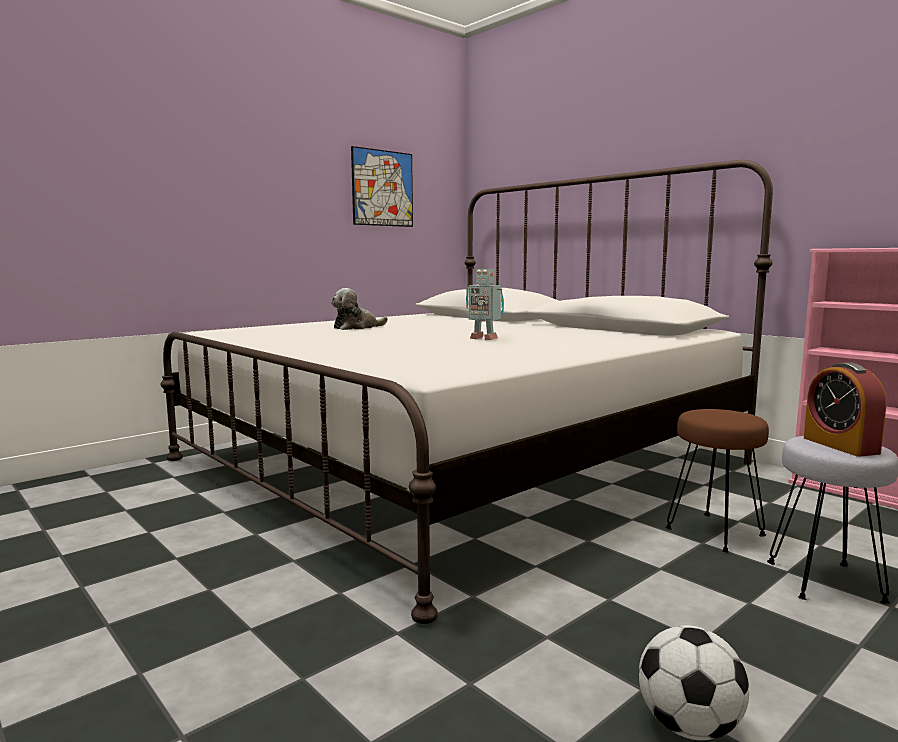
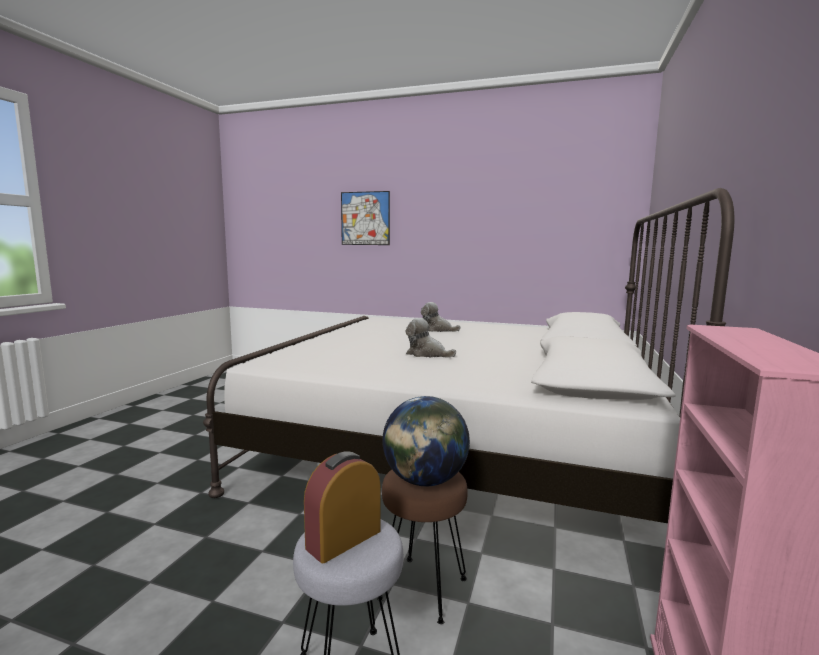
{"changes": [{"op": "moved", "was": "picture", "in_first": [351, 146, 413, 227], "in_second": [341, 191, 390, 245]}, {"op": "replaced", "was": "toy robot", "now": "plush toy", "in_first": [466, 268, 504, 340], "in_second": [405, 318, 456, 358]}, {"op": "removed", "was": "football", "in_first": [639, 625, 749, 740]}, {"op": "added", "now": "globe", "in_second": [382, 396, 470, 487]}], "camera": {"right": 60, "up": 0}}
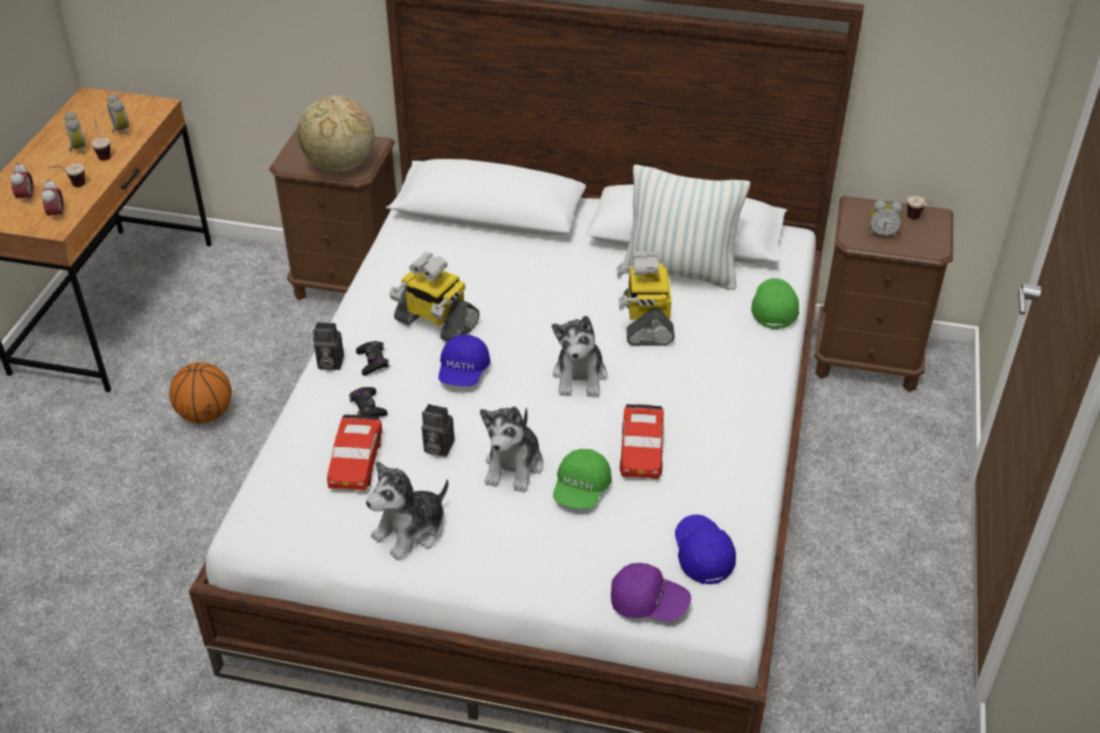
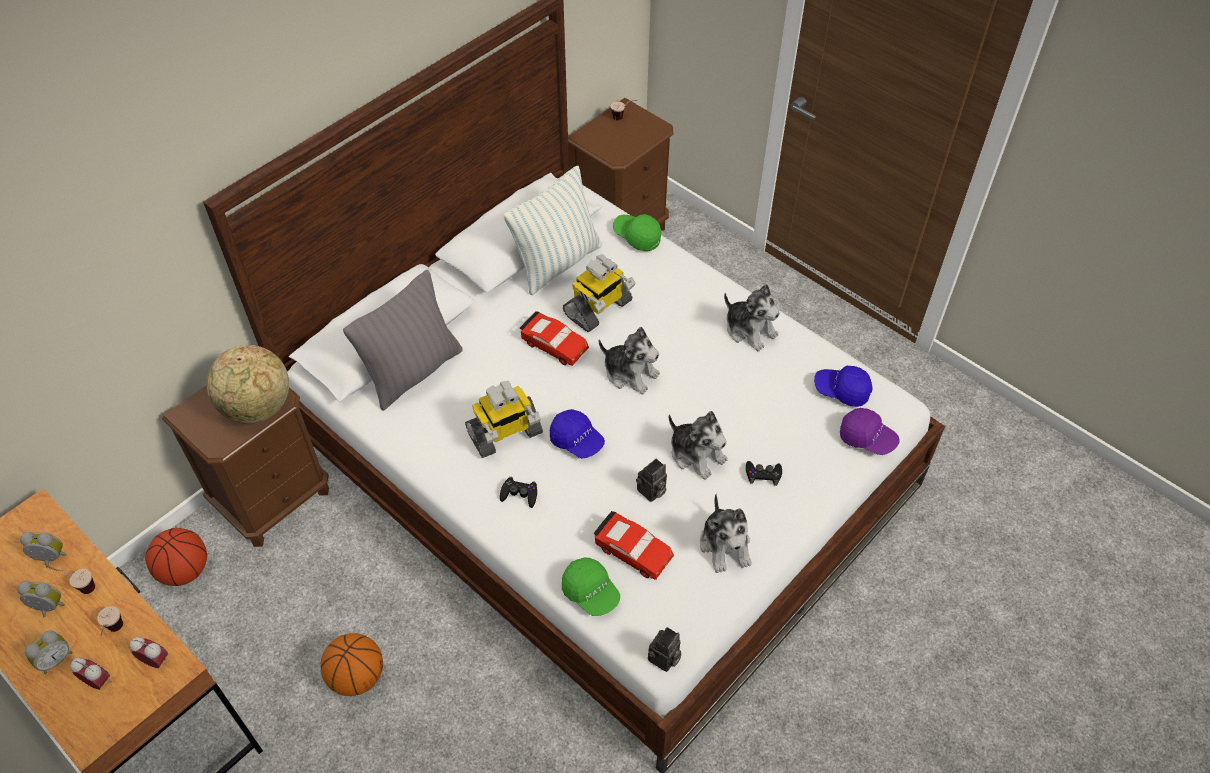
{"changes": [{"op": "moved", "was": "alarm clock", "in_first": [869, 200, 903, 238], "in_second": [25, 631, 72, 674]}, {"op": "turned", "was": "toy robot", "in_first": [617, 251, 675, 346], "in_second": [563, 254, 635, 332], "clockwise": -75}, {"op": "moved", "was": "photo camera", "in_first": [313, 322, 344, 370], "in_second": [648, 627, 681, 672]}, {"op": "moved", "was": "black game controller", "in_first": [349, 387, 388, 419], "in_second": [746, 461, 782, 486]}, {"op": "moved", "was": "red toy car", "in_first": [620, 404, 664, 479], "in_second": [520, 311, 589, 366]}, {"op": "moved", "was": "green cap", "in_first": [553, 449, 612, 509], "in_second": [562, 558, 620, 616]}, {"op": "turned", "was": "purple cap", "in_first": [611, 563, 691, 621], "in_second": [840, 408, 900, 455], "clockwise": 75}, {"op": "added", "now": "grey pillow", "in_second": [343, 270, 463, 410]}, {"op": "added", "now": "plush toy", "in_second": [724, 284, 780, 351]}, {"op": "added", "now": "basketball", "in_second": [145, 528, 207, 586]}], "camera": {"right": -60, "up": 10}}
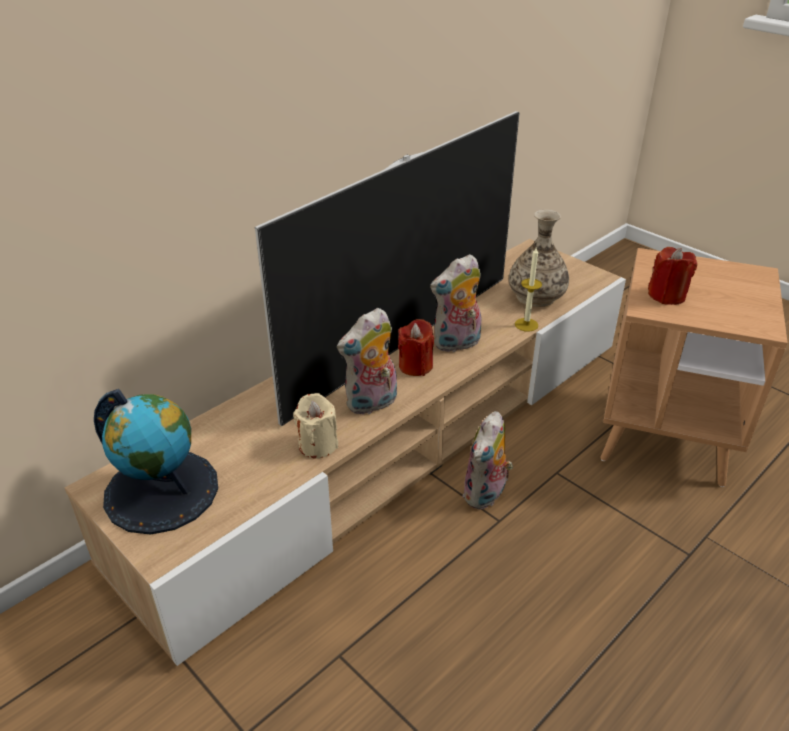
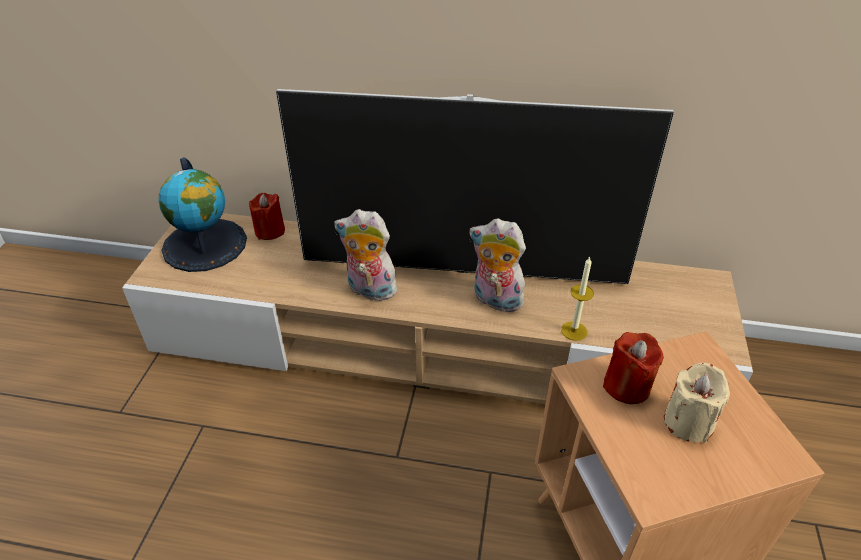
{"changes": [{"op": "removed", "was": "vase", "in_first": [509, 210, 569, 307]}, {"op": "moved", "was": "red candle", "in_first": [398, 319, 434, 376], "in_second": [249, 193, 285, 240]}, {"op": "moved", "was": "beige candle", "in_first": [293, 393, 338, 459], "in_second": [664, 363, 730, 443]}, {"op": "removed", "was": "plush toy", "in_first": [462, 411, 513, 510]}], "camera": {"right": 55, "up": 5}}
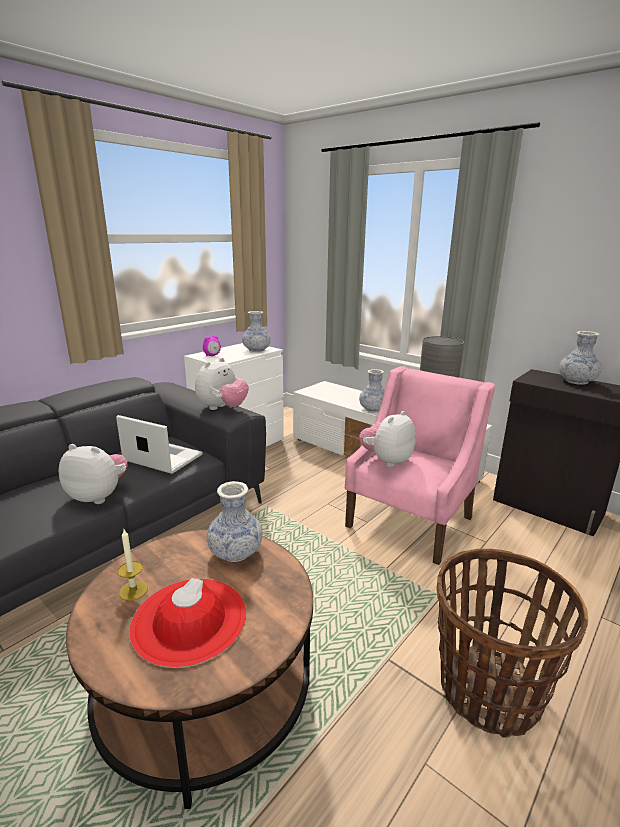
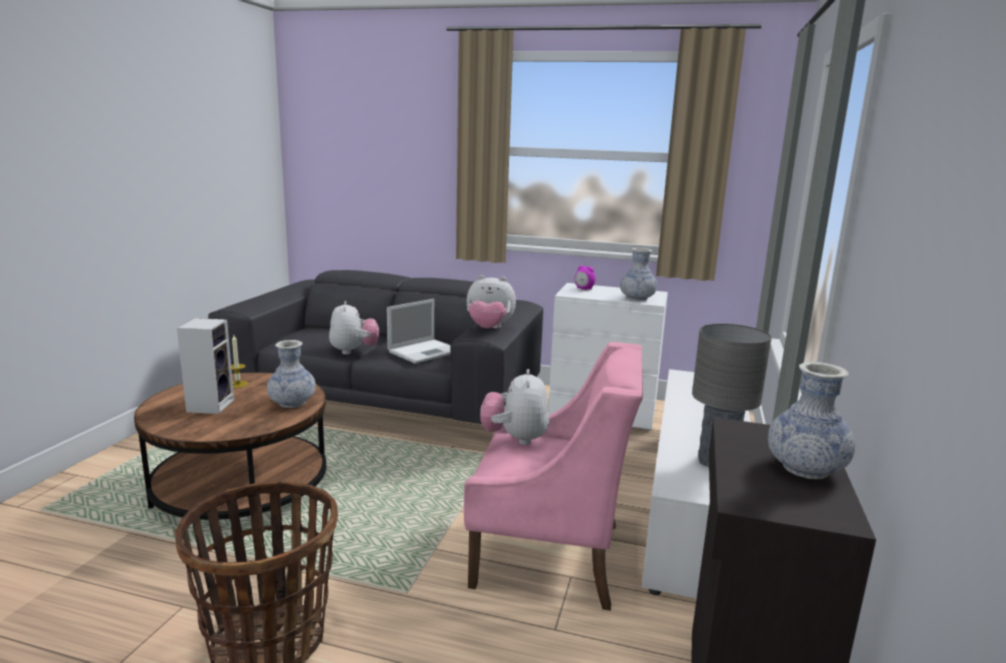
{"changes": [{"op": "removed", "was": "vase", "in_first": [359, 369, 385, 412]}, {"op": "turned", "was": "plush toy", "in_first": [359, 411, 416, 467], "in_second": [480, 369, 549, 445], "clockwise": -105}, {"op": "turned", "was": "laptop", "in_first": [116, 415, 202, 474], "in_second": [387, 299, 451, 364], "clockwise": 45}, {"op": "replaced", "was": "red hat", "now": "speaker", "in_first": [129, 578, 246, 668], "in_second": [177, 318, 234, 414]}], "camera": {"right": 65, "up": -5}}
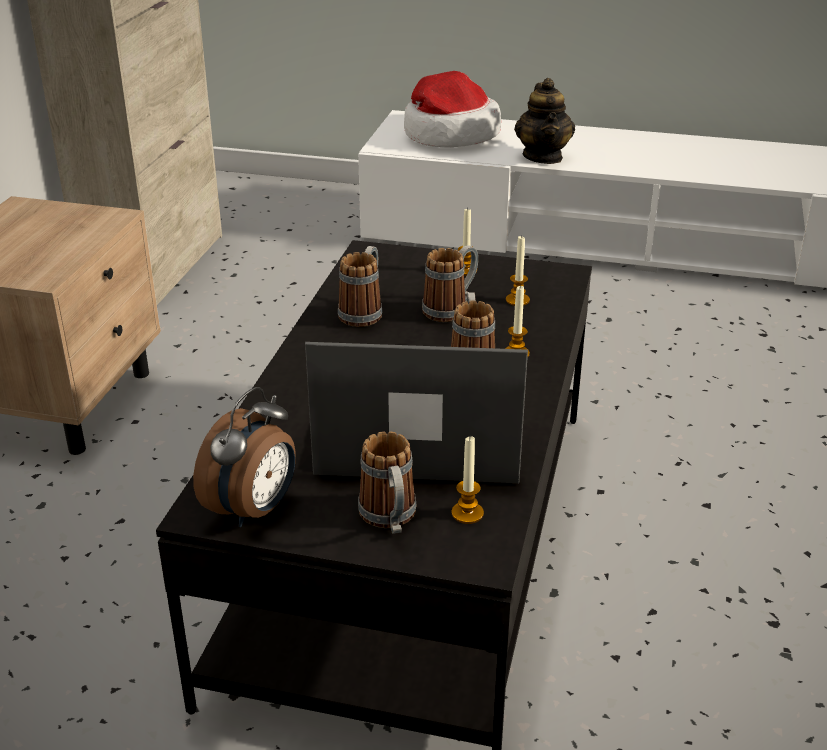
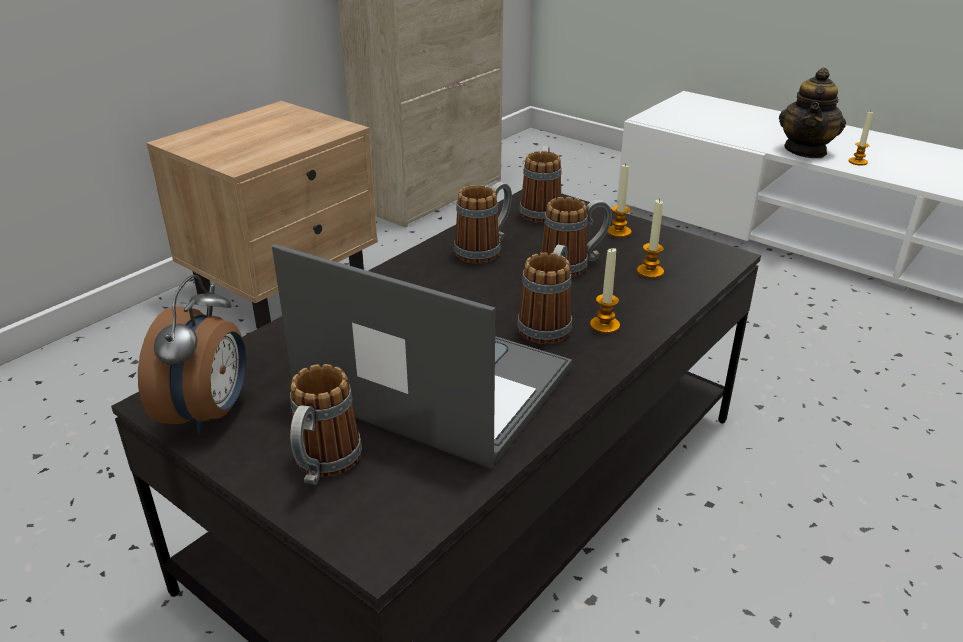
{"changes": [{"op": "removed", "was": "hat", "in_first": [404, 71, 501, 147]}, {"op": "turned", "was": "alarm clock", "in_first": [193, 387, 296, 527], "in_second": [138, 275, 246, 434], "clockwise": -45}, {"op": "moved", "was": "candle", "in_first": [452, 437, 484, 524], "in_second": [849, 112, 873, 166]}, {"op": "added", "now": "mug", "in_second": [520, 146, 562, 223]}], "camera": {"right": 25, "up": 0}}
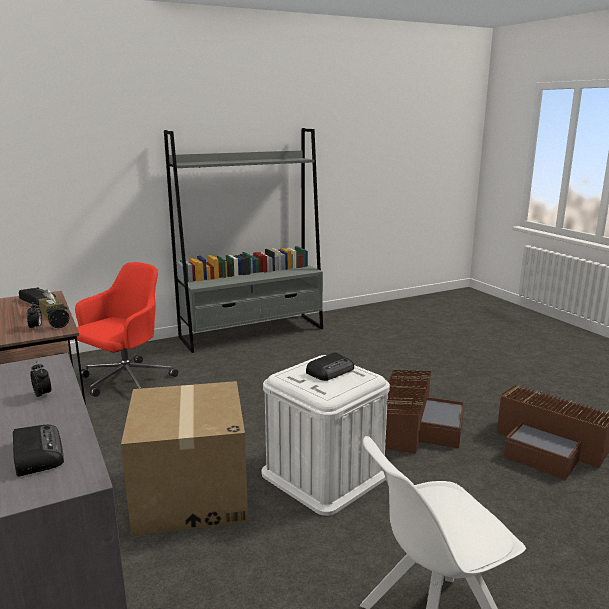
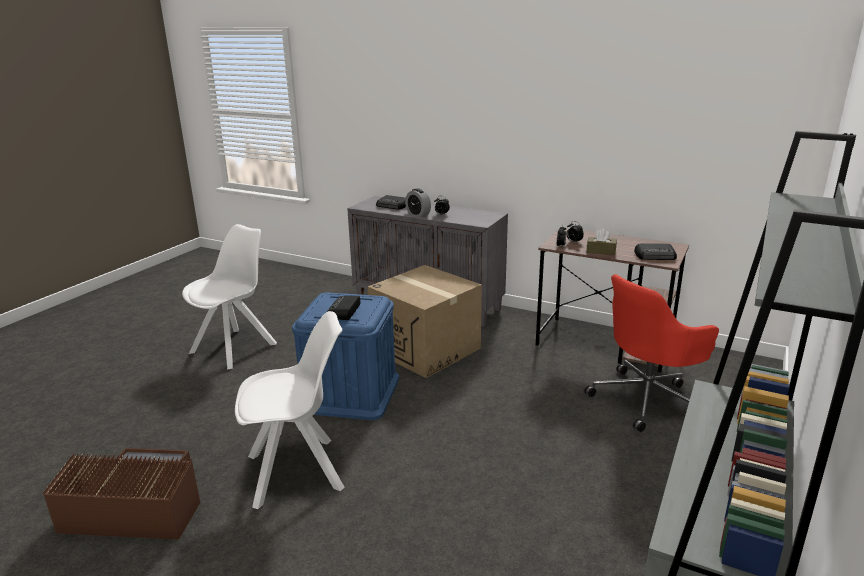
{"changes": [{"op": "turned", "was": "red office chair", "in_first": [75, 262, 178, 397], "in_second": [584, 274, 719, 432], "clockwise": 60}, {"op": "recoloured", "was": "white storage box", "now": "blue storage box", "in_first": [262, 355, 390, 516], "in_second": [292, 293, 399, 420]}, {"op": "replaced", "was": "brown storage box", "now": "white chair", "in_first": [385, 370, 464, 454], "in_second": [235, 311, 345, 509]}, {"op": "added", "now": "alarm clock", "in_second": [405, 188, 431, 217]}], "camera": {"right": 145, "up": 5}}
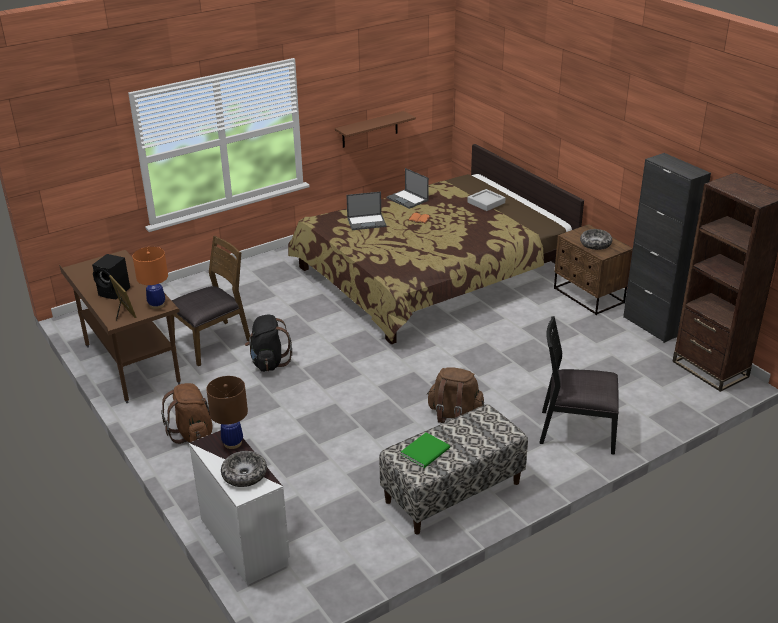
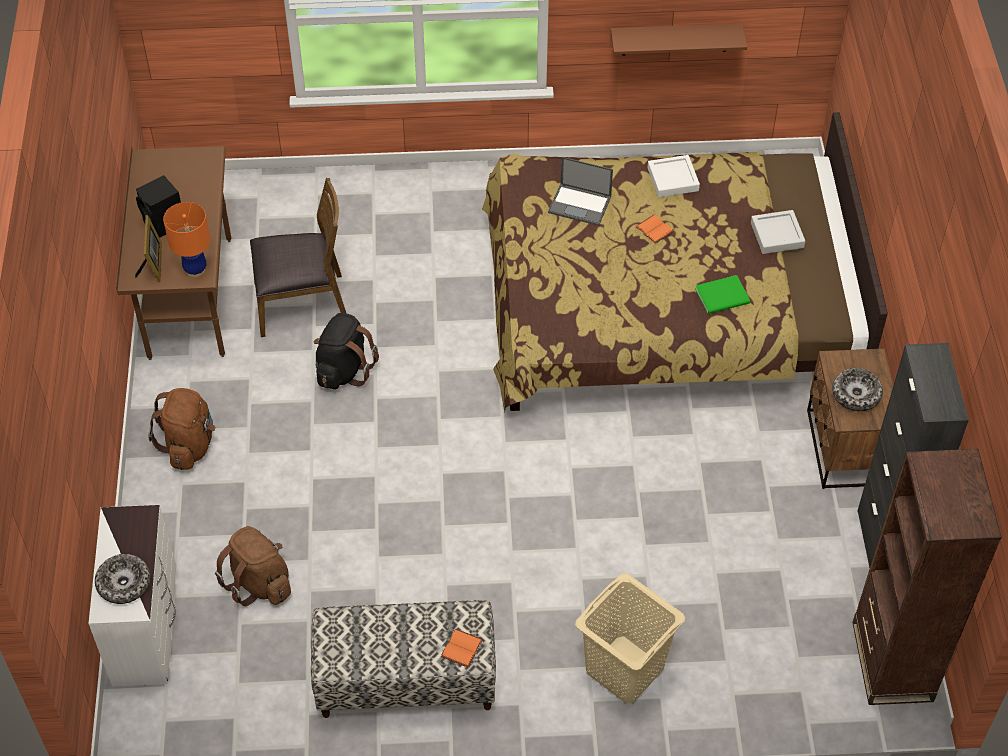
{"changes": [{"op": "replaced", "was": "laptop", "now": "white tray", "in_first": [387, 168, 429, 209], "in_second": [648, 155, 700, 197]}, {"op": "replaced", "was": "black chair", "now": "beige laundry basket", "in_first": [539, 316, 619, 455], "in_second": [575, 573, 685, 704]}, {"op": "moved", "was": "brown backpack", "in_first": [427, 367, 484, 423], "in_second": [215, 526, 291, 606]}, {"op": "removed", "was": "brown table lamp", "in_first": [206, 376, 248, 449]}, {"op": "moved", "was": "green book", "in_first": [401, 432, 450, 468], "in_second": [695, 275, 751, 314]}, {"op": "added", "now": "orange book", "in_second": [441, 629, 483, 668]}], "camera": {"right": 30, "up": 20}}
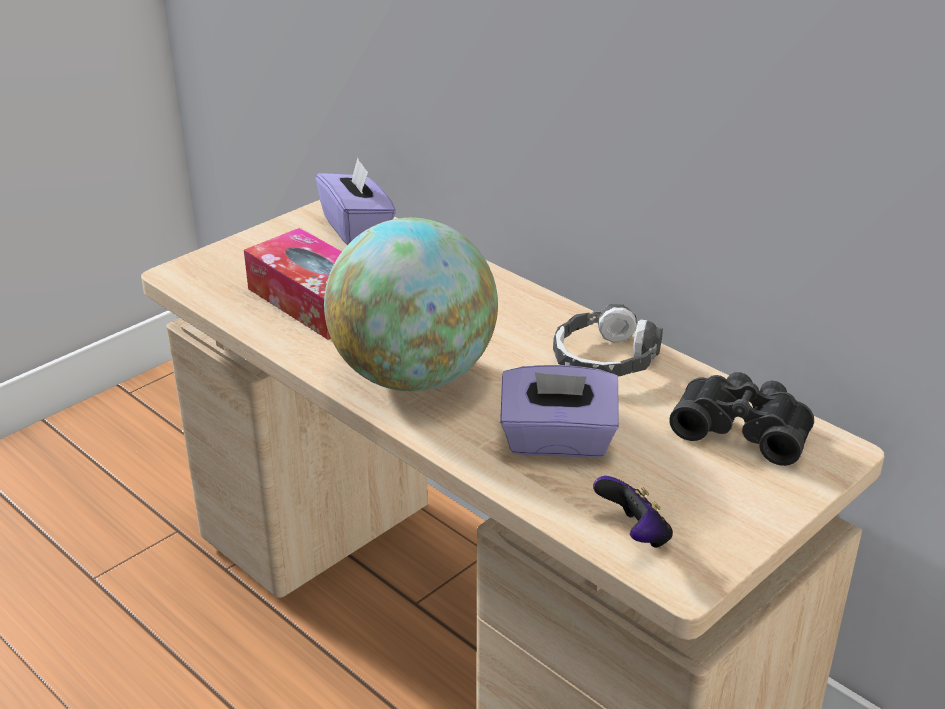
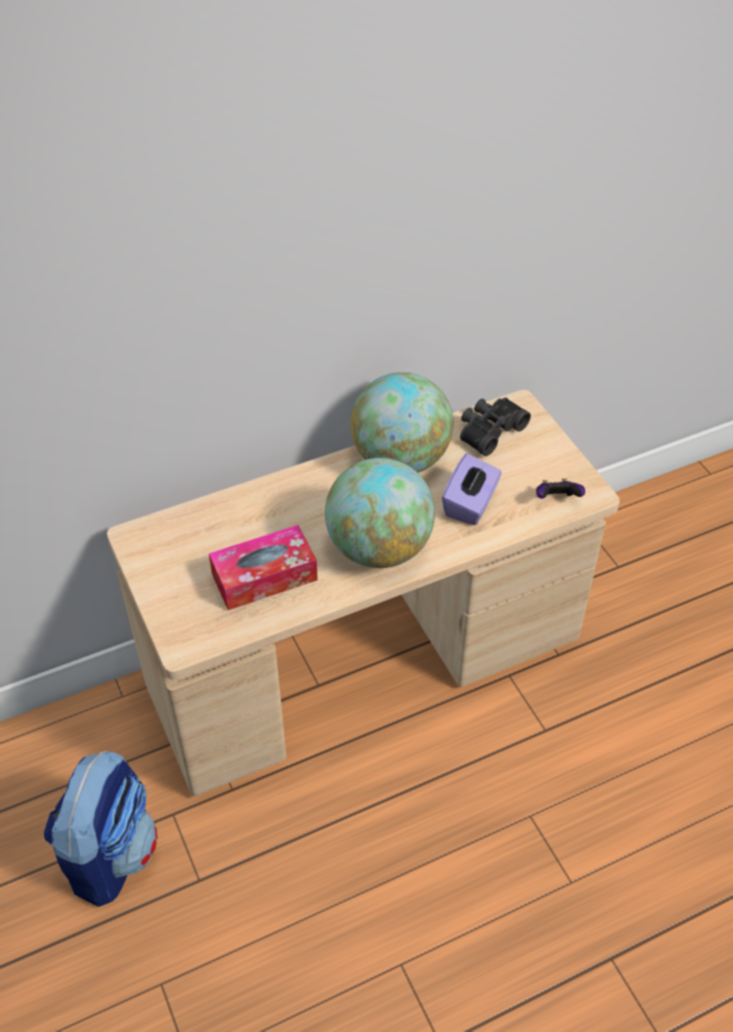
{"changes": [{"op": "removed", "was": "purple tissue box", "in_first": [315, 158, 396, 245]}, {"op": "replaced", "was": "headphones", "now": "globe", "in_first": [553, 304, 663, 377], "in_second": [351, 372, 454, 473]}, {"op": "added", "now": "backpack", "in_second": [44, 751, 158, 907]}], "camera": {"right": -70, "up": 15}}
